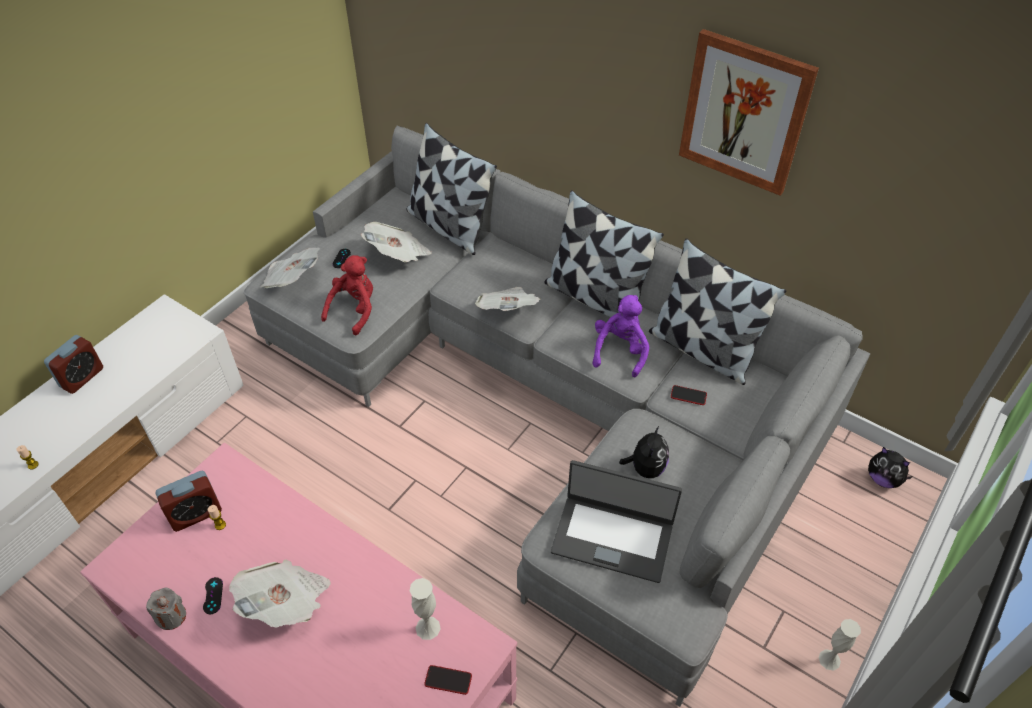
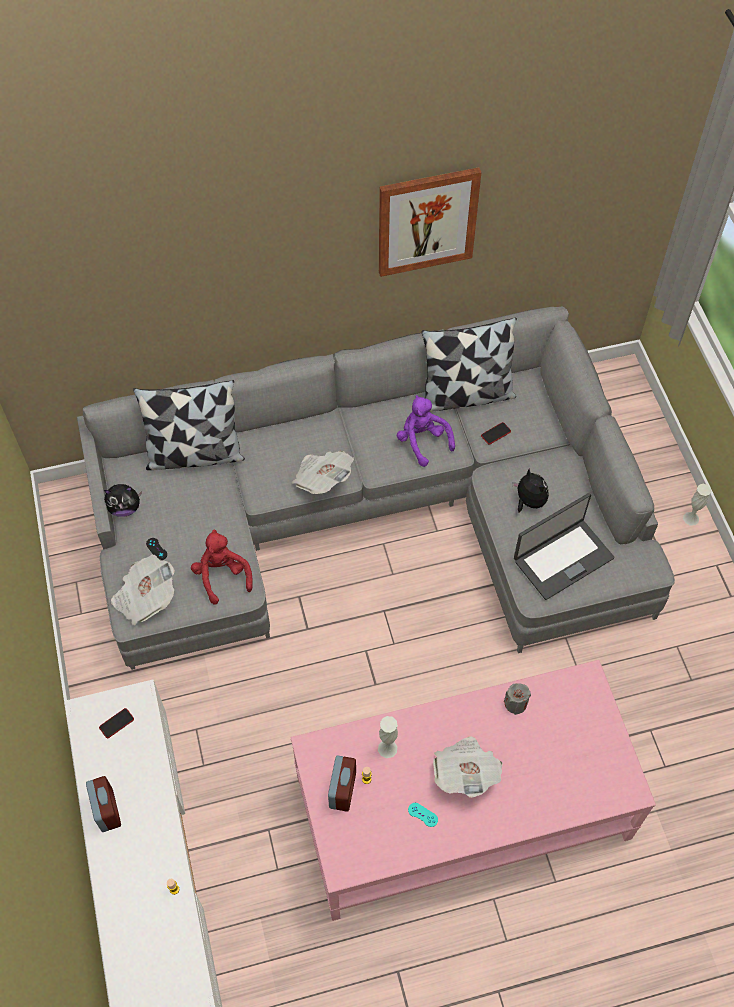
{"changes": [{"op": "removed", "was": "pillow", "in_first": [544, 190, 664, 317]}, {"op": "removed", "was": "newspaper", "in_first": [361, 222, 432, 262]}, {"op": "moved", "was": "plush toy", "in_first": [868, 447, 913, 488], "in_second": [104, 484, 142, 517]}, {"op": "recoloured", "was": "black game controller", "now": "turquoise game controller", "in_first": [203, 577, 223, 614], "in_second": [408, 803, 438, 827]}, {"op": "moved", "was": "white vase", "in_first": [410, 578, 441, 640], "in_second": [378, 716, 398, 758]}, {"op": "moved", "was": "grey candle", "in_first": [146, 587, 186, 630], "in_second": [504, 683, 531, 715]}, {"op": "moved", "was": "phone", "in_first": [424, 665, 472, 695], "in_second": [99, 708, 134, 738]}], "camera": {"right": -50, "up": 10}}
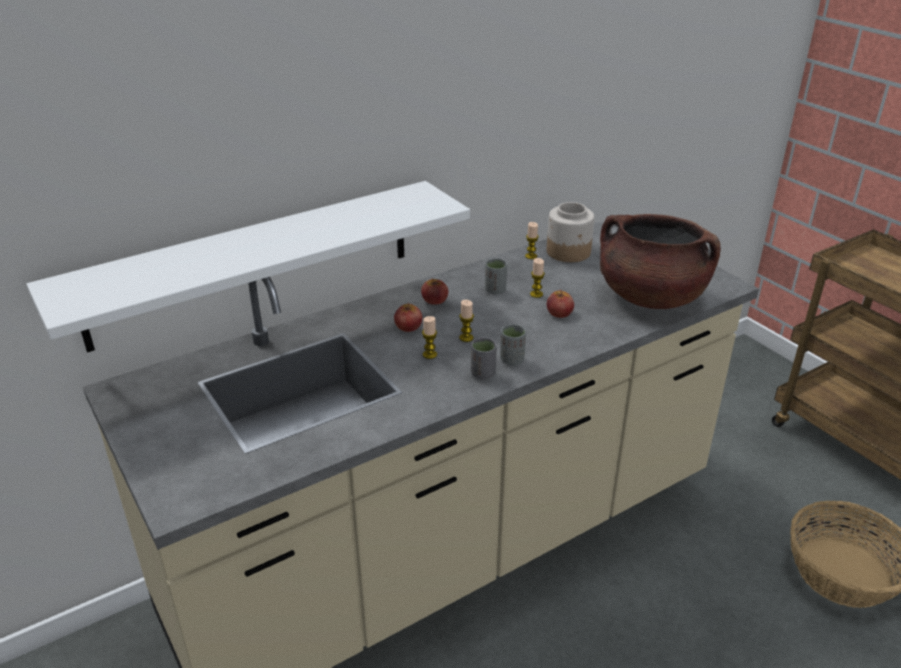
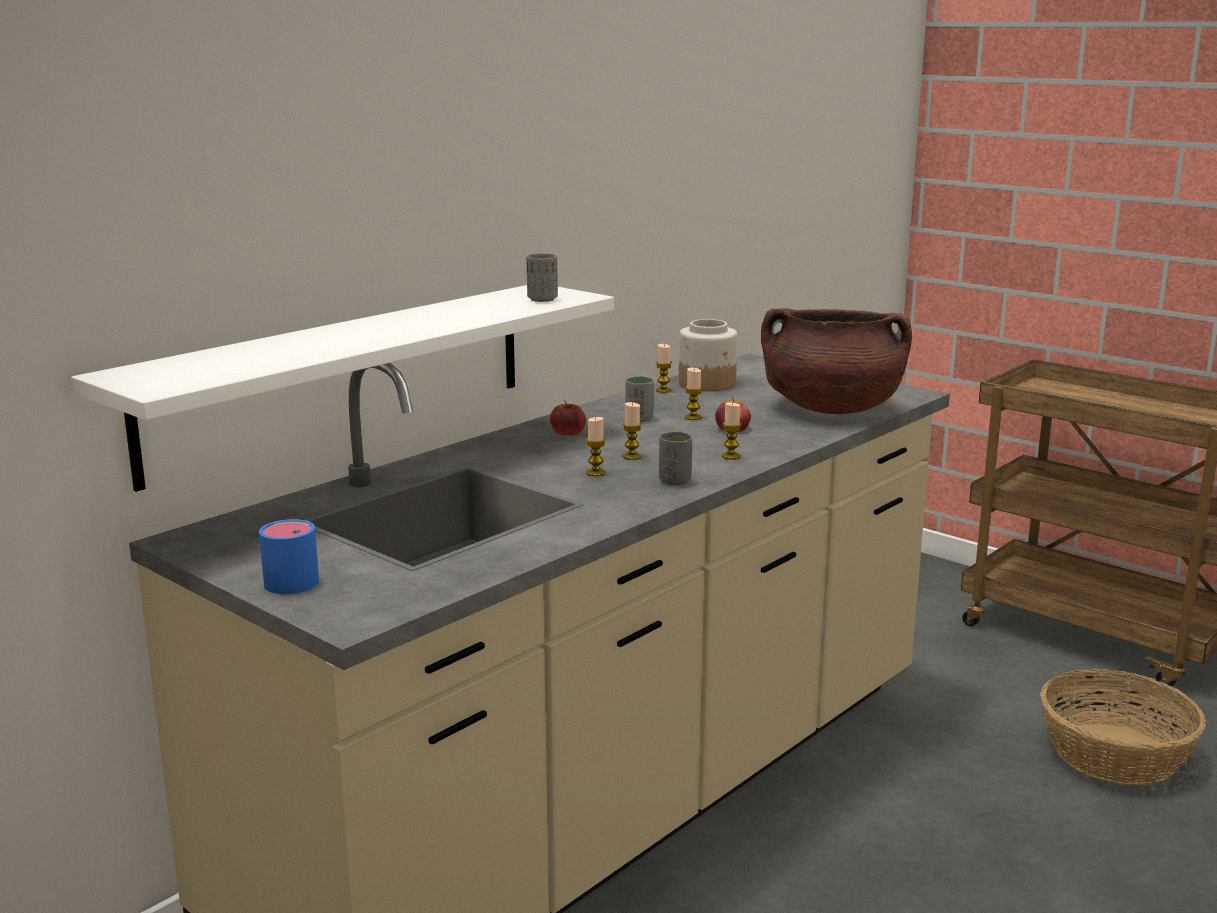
{"changes": [{"op": "removed", "was": "apple", "in_first": [394, 303, 422, 332]}, {"op": "moved", "was": "grey cup", "in_first": [500, 324, 526, 365], "in_second": [526, 254, 558, 302]}, {"op": "added", "now": "candle", "in_second": [722, 402, 742, 460]}, {"op": "added", "now": "blue mug", "in_second": [259, 519, 319, 594]}], "camera": {"right": -15, "up": -15}}
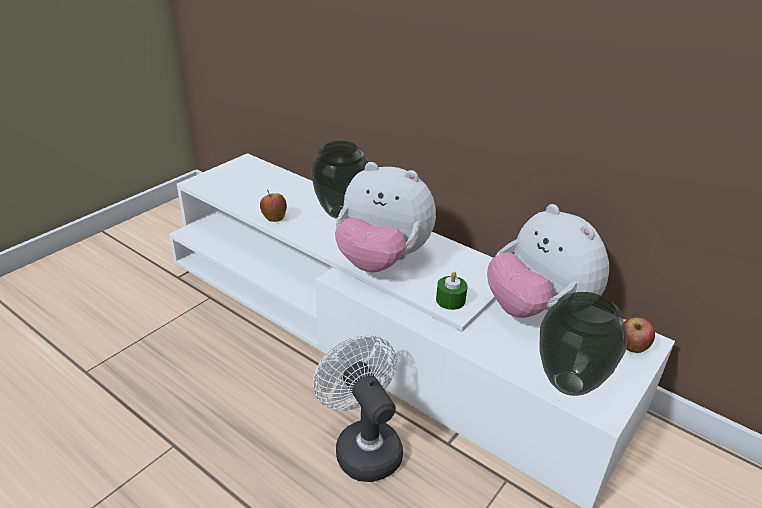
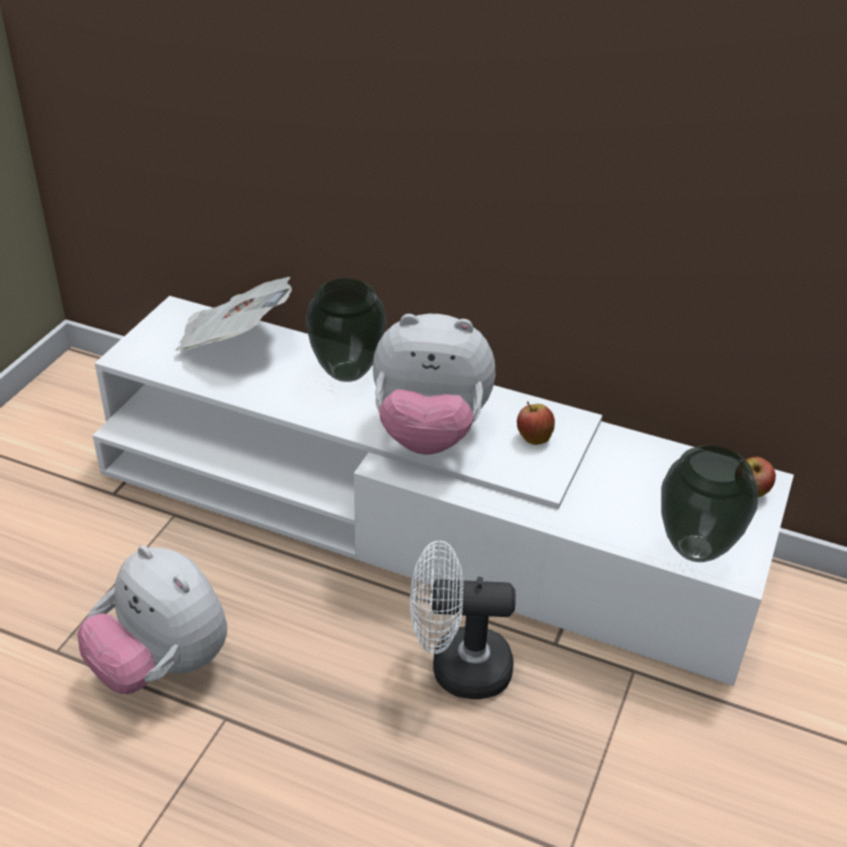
{"changes": [{"op": "moved", "was": "apple", "in_first": [260, 190, 287, 222], "in_second": [517, 402, 555, 445]}, {"op": "moved", "was": "plush toy", "in_first": [487, 204, 609, 318], "in_second": [77, 545, 227, 694]}, {"op": "removed", "was": "green candle", "in_first": [436, 271, 468, 310]}, {"op": "turned", "was": "white fan", "in_first": [313, 334, 403, 482], "in_second": [410, 540, 516, 699], "clockwise": -45}, {"op": "added", "now": "newspaper", "in_second": [175, 277, 292, 351]}], "camera": {"right": -15, "up": 5}}
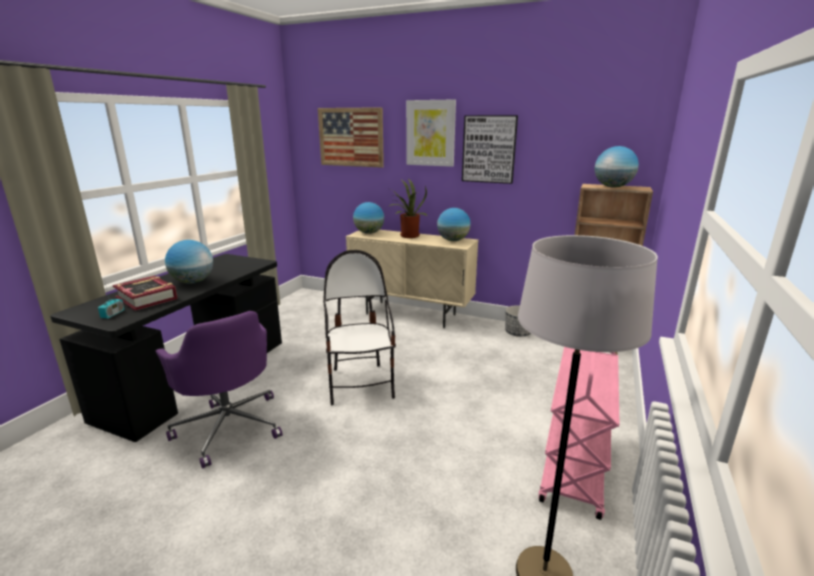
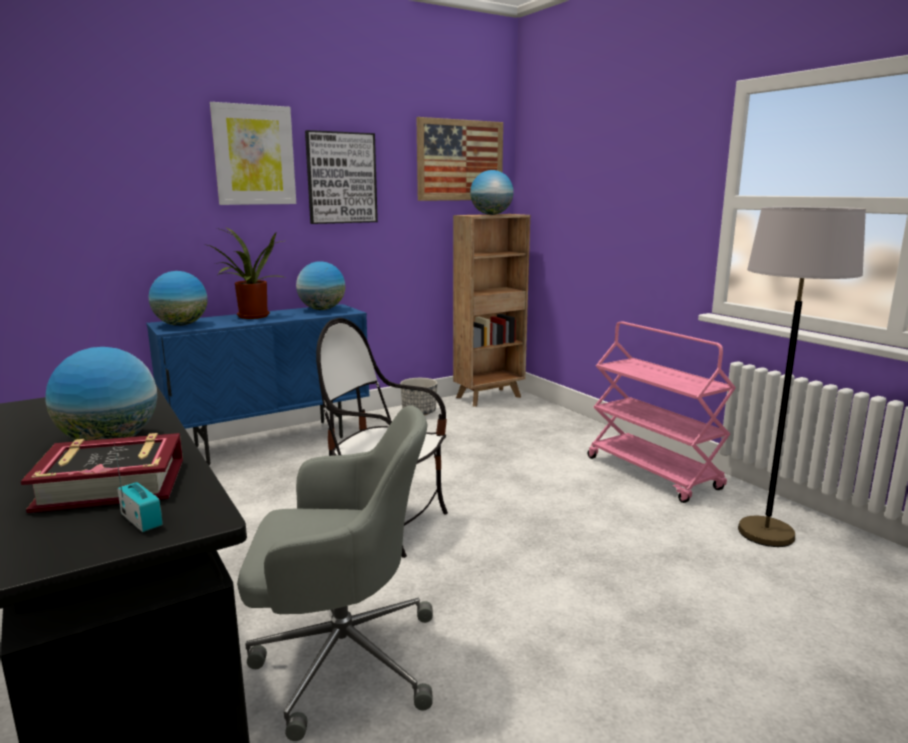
{"changes": [{"op": "moved", "was": "picture", "in_first": [318, 107, 384, 168], "in_second": [416, 117, 503, 201]}, {"op": "recoloured", "was": "beige cabinet", "now": "blue cabinet", "in_first": [346, 230, 478, 328], "in_second": [146, 304, 370, 465]}, {"op": "recoloured", "was": "purple office chair", "now": "grey office chair", "in_first": [155, 311, 283, 468], "in_second": [237, 405, 433, 741]}], "camera": {"right": -55, "up": -5}}
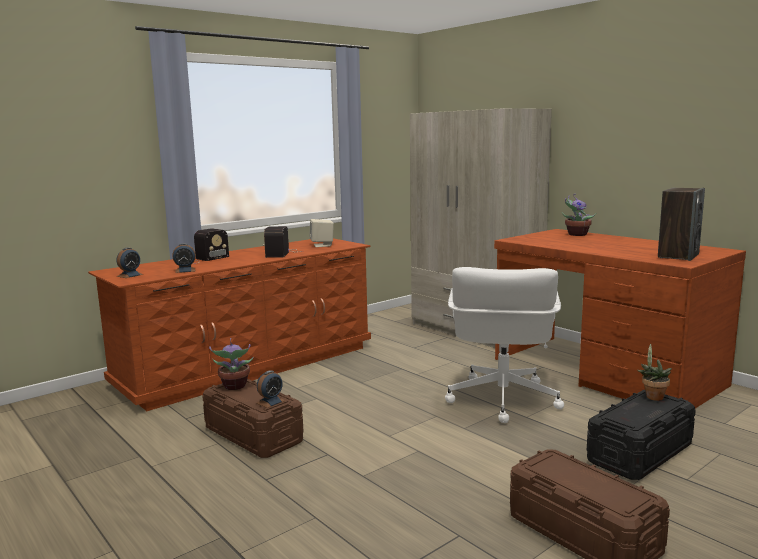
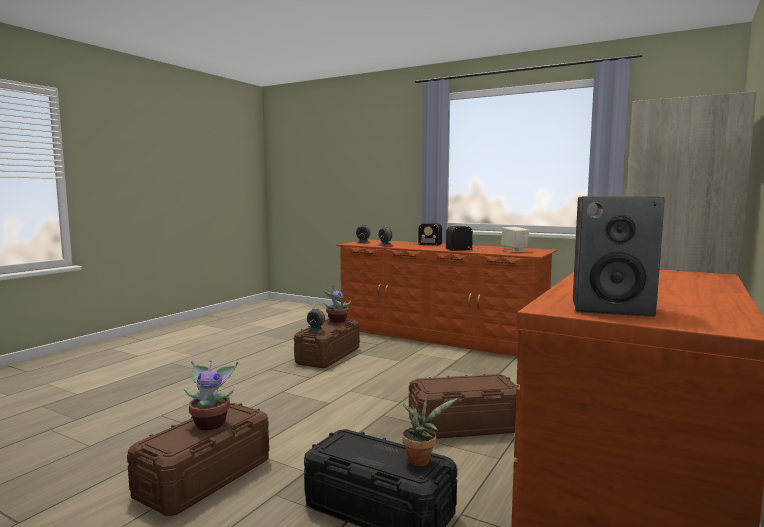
{"changes": [{"op": "moved", "was": "potted plant", "in_first": [562, 194, 596, 236], "in_second": [184, 360, 238, 430]}, {"op": "replaced", "was": "white office chair", "now": "brown storage box", "in_first": [445, 267, 564, 423], "in_second": [409, 374, 519, 439]}], "camera": {"right": 70, "up": -5}}
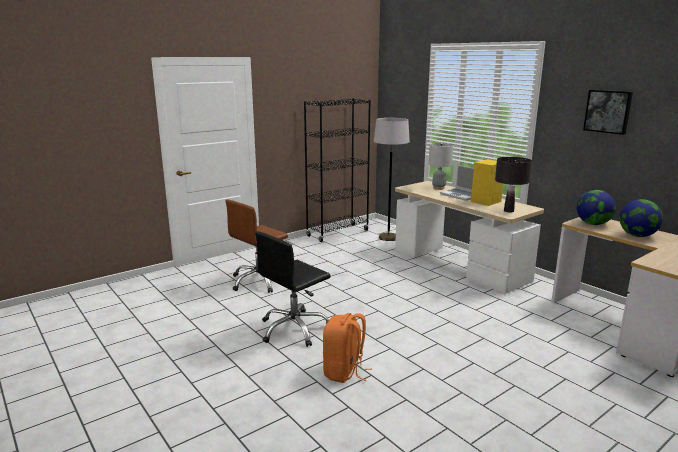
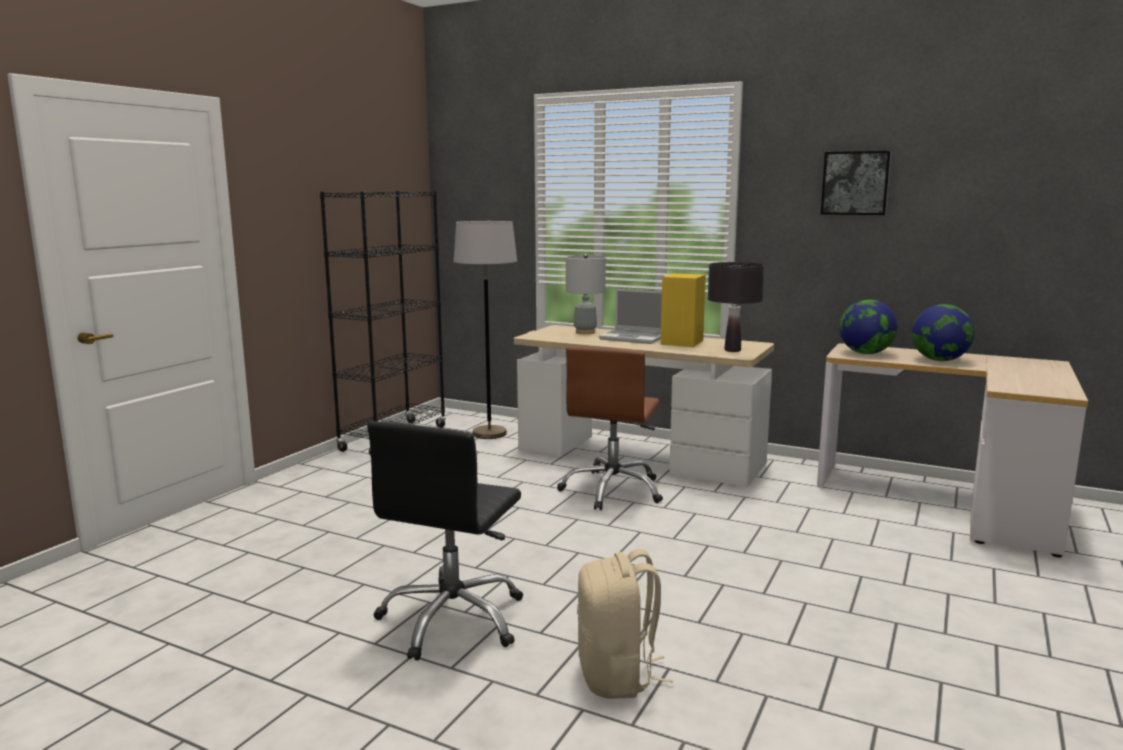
{"changes": [{"op": "moved", "was": "brown office chair", "in_first": [225, 199, 288, 293], "in_second": [557, 347, 663, 510]}, {"op": "recoloured", "was": "orange backpack", "now": "beige backpack", "in_first": [323, 313, 372, 383], "in_second": [577, 549, 673, 699]}], "camera": {"right": -25, "up": -5}}
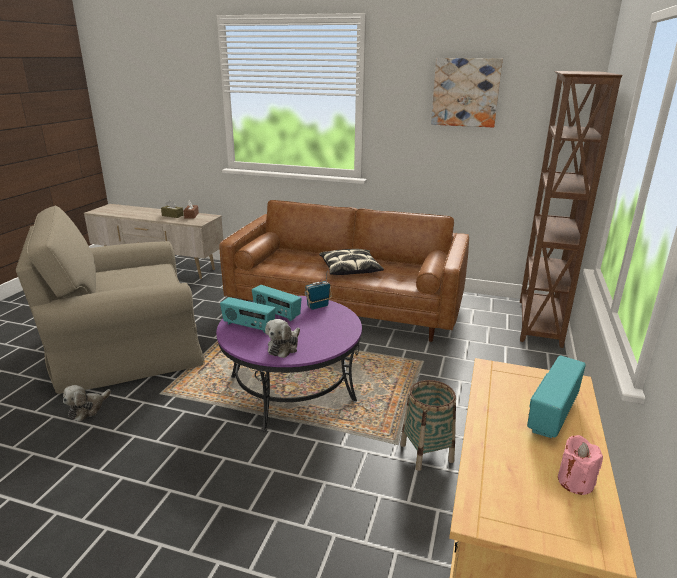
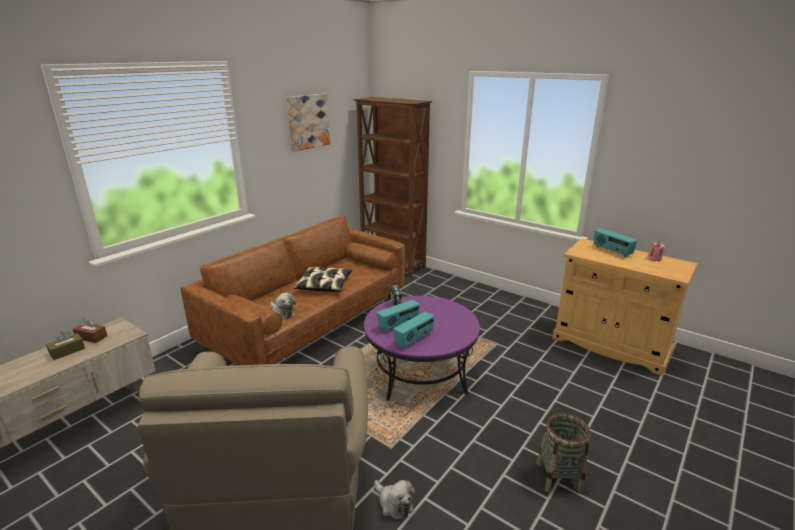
{"changes": [{"op": "moved", "was": "plush toy", "in_first": [265, 319, 300, 358], "in_second": [270, 293, 296, 319]}, {"op": "moved", "was": "basket", "in_first": [400, 380, 456, 471], "in_second": [537, 413, 591, 493]}], "camera": {"right": -70, "up": 0}}
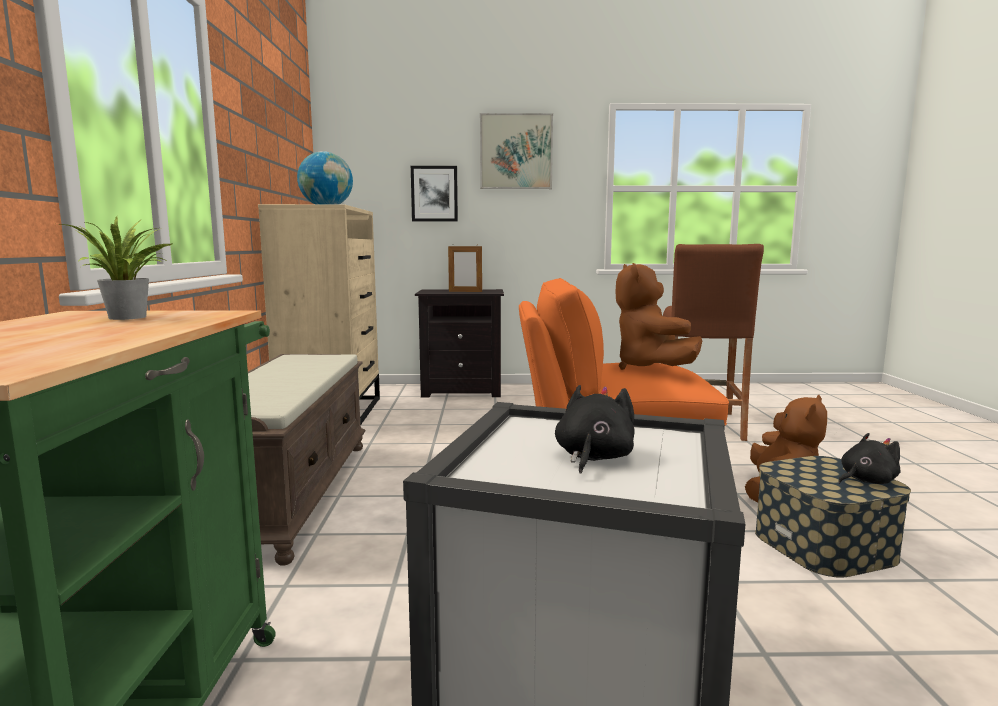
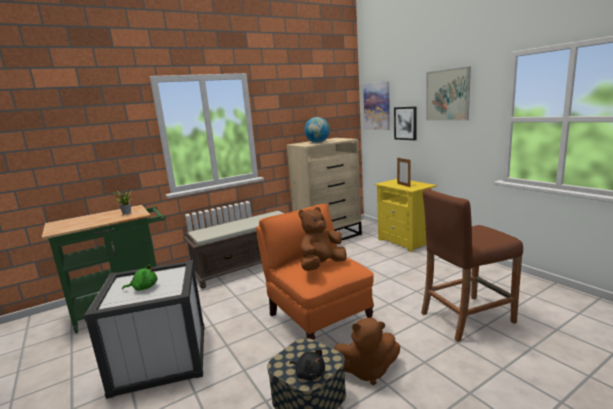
{"changes": [{"op": "recoloured", "was": "black nightstand", "now": "yellow nightstand", "in_first": [415, 289, 504, 397], "in_second": [375, 179, 437, 252]}, {"op": "recoloured", "was": "black plush toy", "now": "green plush toy", "in_first": [555, 385, 634, 474], "in_second": [122, 264, 157, 291]}, {"op": "added", "now": "picture", "in_second": [363, 81, 390, 130]}], "camera": {"right": 60, "up": 5}}
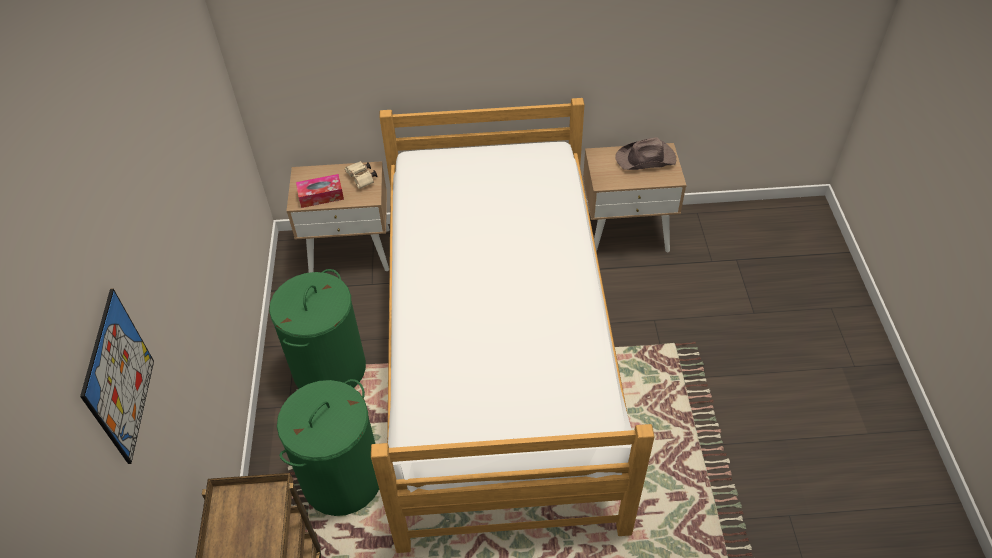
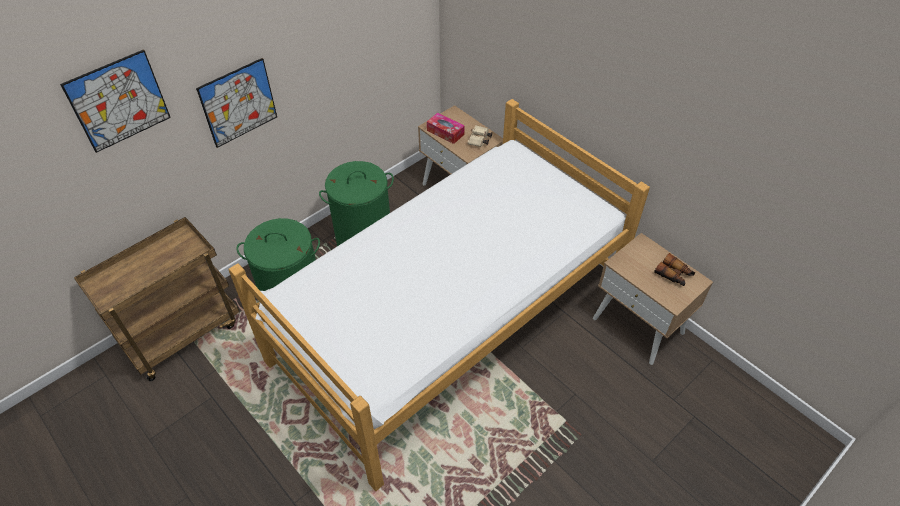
{"changes": [{"op": "replaced", "was": "brown hat", "now": "binoculars", "in_first": [615, 137, 676, 170], "in_second": [654, 253, 695, 286]}, {"op": "added", "now": "picture", "in_second": [196, 58, 277, 148]}], "camera": {"right": 50, "up": 0}}
